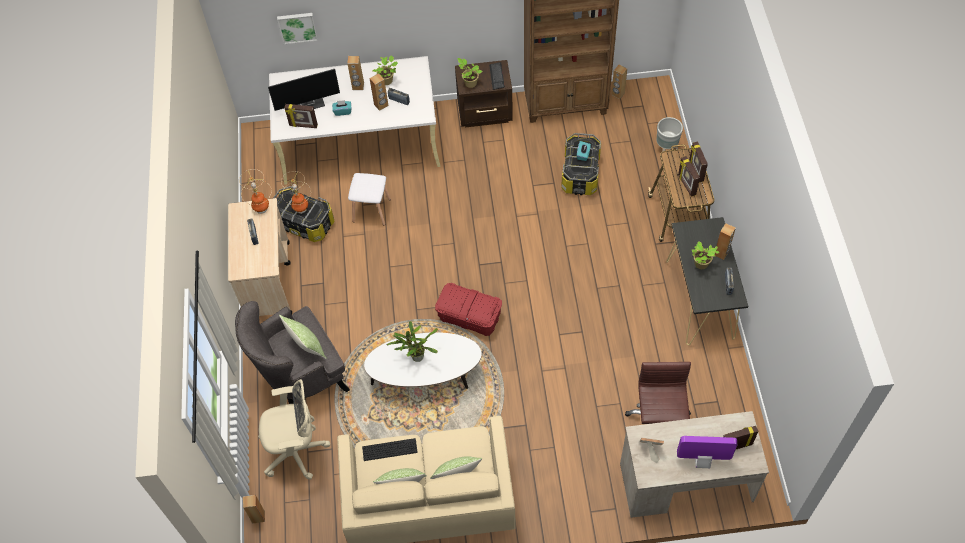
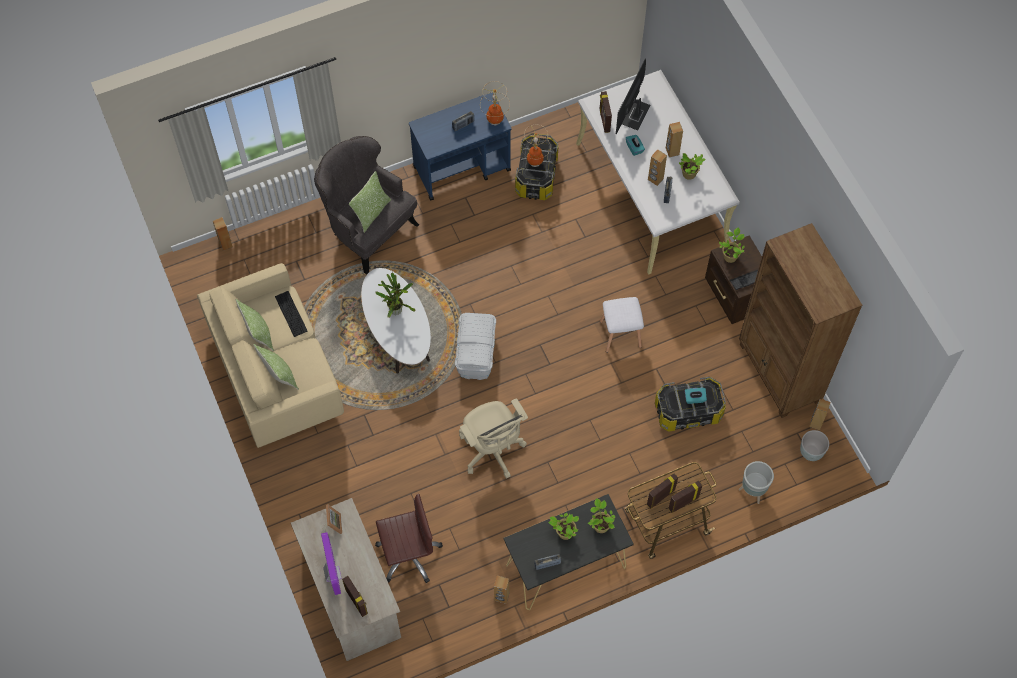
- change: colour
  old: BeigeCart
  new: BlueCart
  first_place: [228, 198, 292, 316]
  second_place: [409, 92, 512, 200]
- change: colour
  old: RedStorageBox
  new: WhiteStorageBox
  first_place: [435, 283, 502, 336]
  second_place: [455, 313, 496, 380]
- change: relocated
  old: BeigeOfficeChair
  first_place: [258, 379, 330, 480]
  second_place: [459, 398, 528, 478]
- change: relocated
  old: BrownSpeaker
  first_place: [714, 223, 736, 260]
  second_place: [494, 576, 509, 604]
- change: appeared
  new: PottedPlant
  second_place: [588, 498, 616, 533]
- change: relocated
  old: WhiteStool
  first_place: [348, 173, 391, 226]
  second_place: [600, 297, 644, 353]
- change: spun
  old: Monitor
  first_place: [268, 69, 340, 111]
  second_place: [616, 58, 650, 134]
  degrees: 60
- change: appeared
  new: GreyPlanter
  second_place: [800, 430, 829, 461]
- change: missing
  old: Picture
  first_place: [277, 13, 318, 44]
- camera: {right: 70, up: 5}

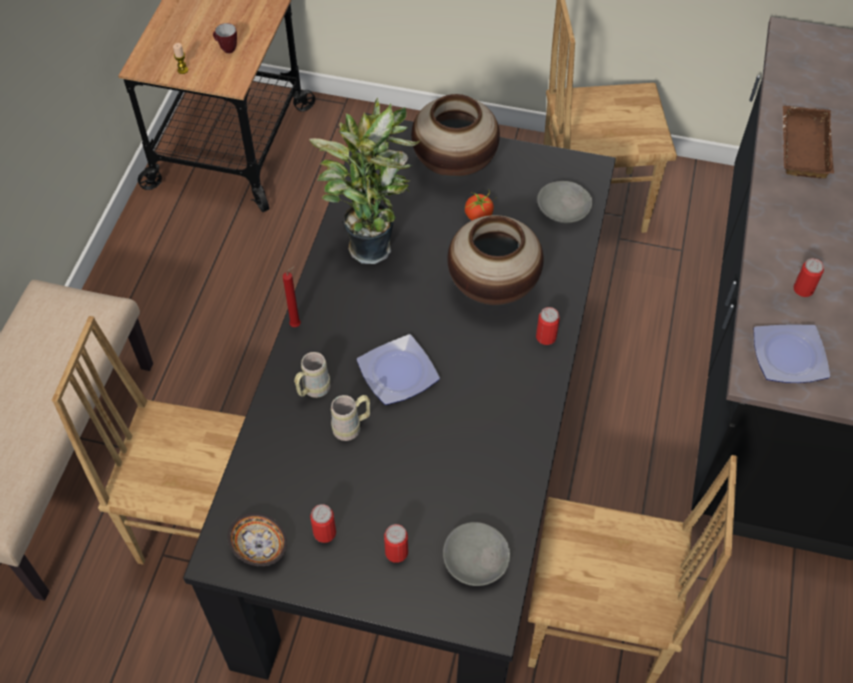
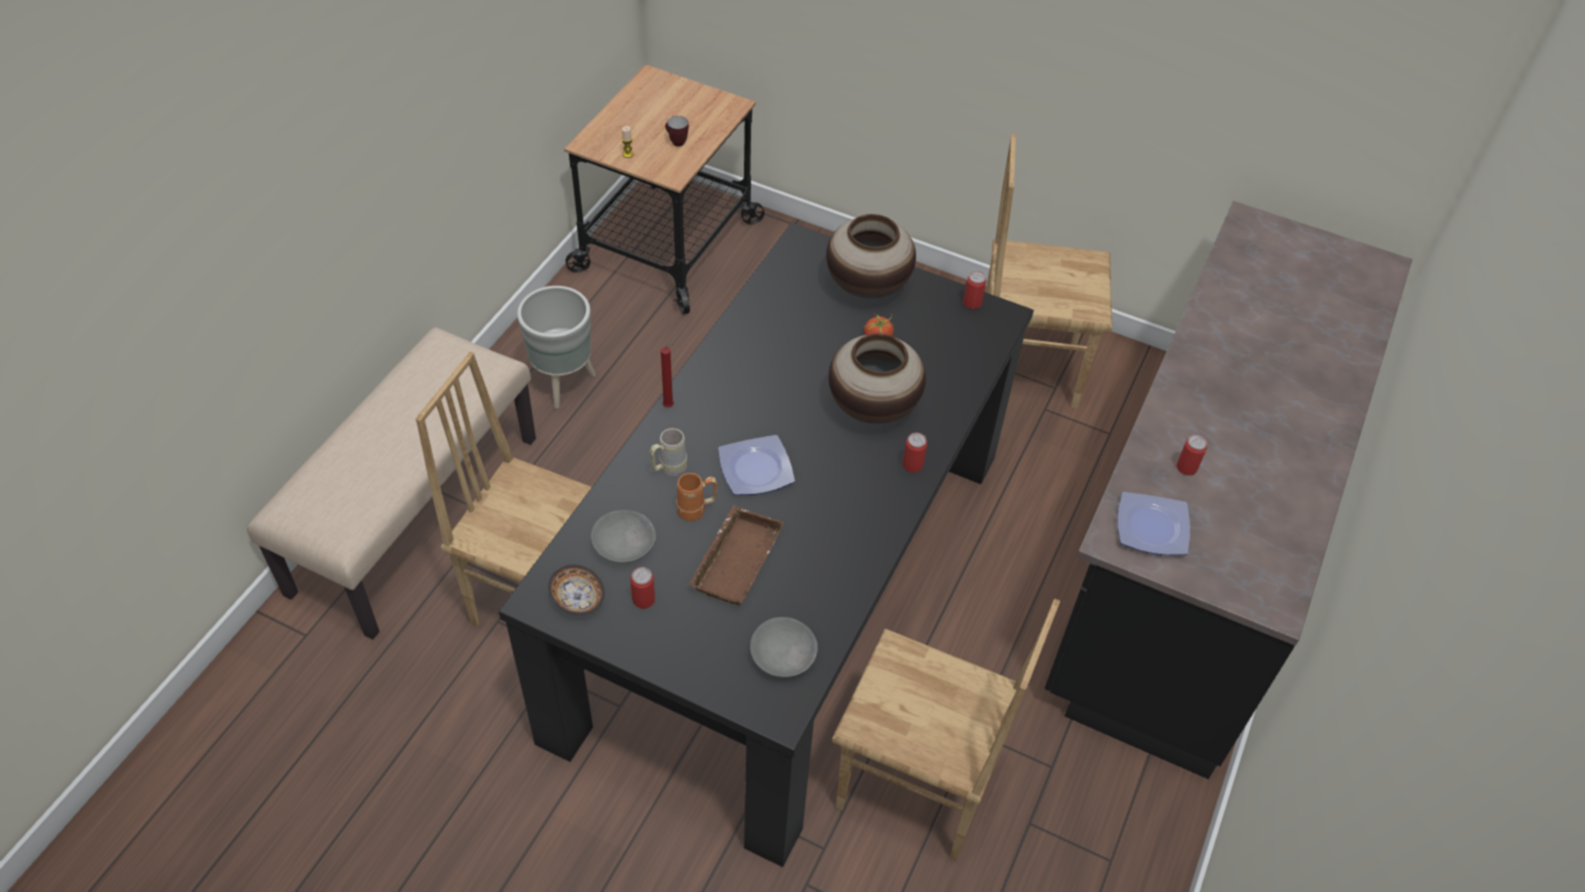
- change: appeared
  new: GreyPlanter
  second_place: [517, 286, 596, 409]
- change: relocated
  old: GreyBowl
  first_place: [537, 181, 592, 223]
  second_place: [591, 510, 656, 563]
- change: colour
  old: BeigeMug
  new: OrangeMug
  first_place: [331, 395, 370, 441]
  second_place: [676, 473, 717, 521]
- change: relocated
  old: BrownTray
  first_place: [783, 105, 834, 178]
  second_place: [689, 505, 784, 605]
- change: relocated
  old: Can
  first_place: [384, 524, 408, 563]
  second_place: [963, 271, 986, 309]
- change: missing
  old: PottedPlant
  first_place: [309, 98, 421, 264]
- camera: {right: 10, up: -5}

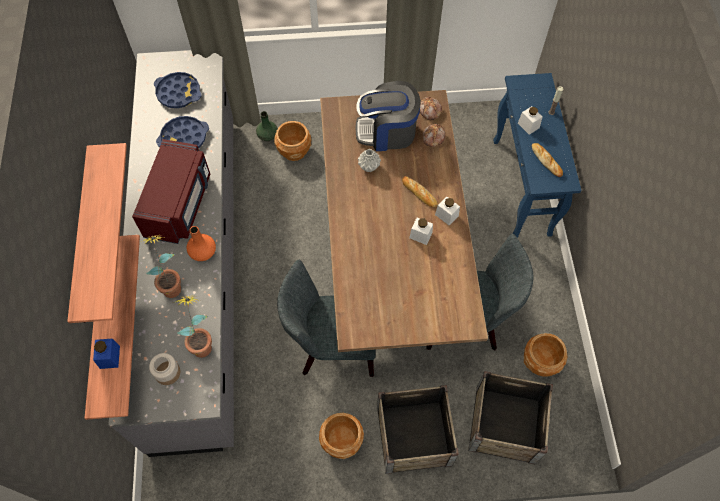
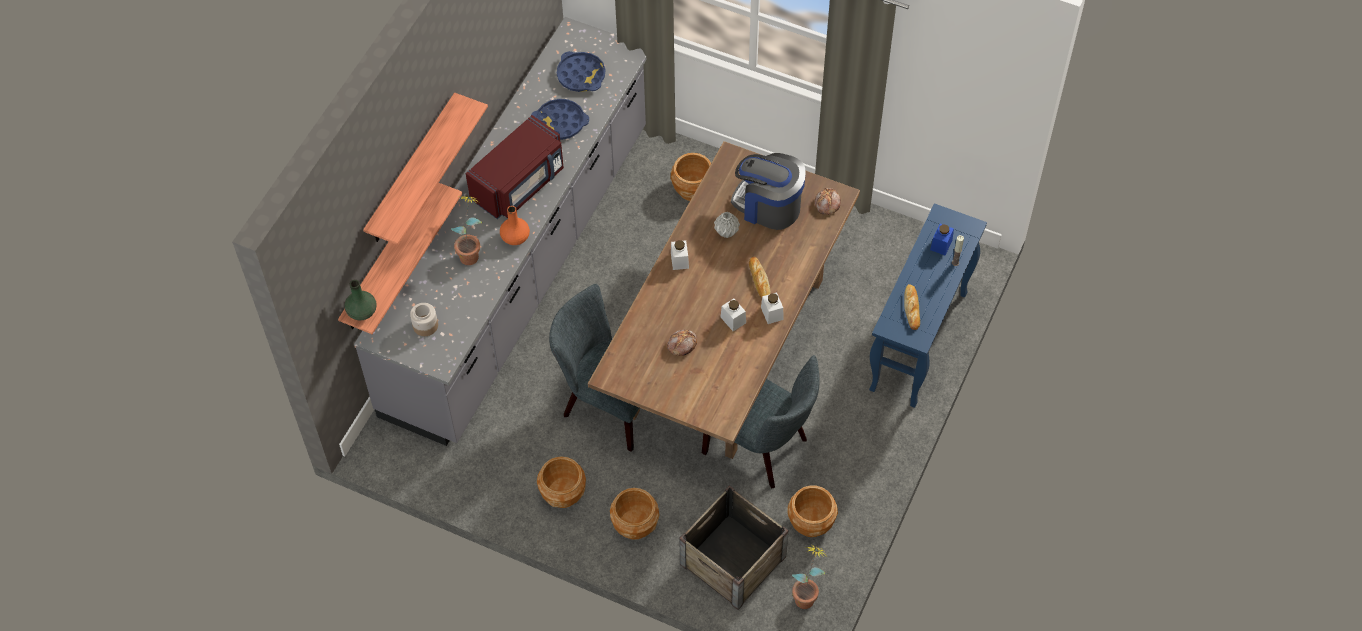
- change: relocated
  old: GreenVase
  first_place: [256, 111, 278, 141]
  second_place: [345, 280, 377, 320]
- change: exchanged
  old: Crate
  new: BrownPlanter
  first_place: [377, 385, 459, 474]
  second_place: [610, 488, 660, 540]
- change: relocated
  old: Bread
  first_place: [423, 123, 446, 147]
  second_place: [667, 329, 697, 356]
- change: relocated
  old: WhiteJar
  first_place: [518, 106, 542, 135]
  second_place: [671, 240, 689, 270]
- change: relocated
  old: PottedPlant
  first_place: [176, 296, 212, 358]
  second_place: [792, 545, 826, 609]
- change: relocated
  old: BlueJar
  first_place: [93, 339, 120, 369]
  second_place: [930, 224, 954, 255]
- camera: {right: 30, up: -5}

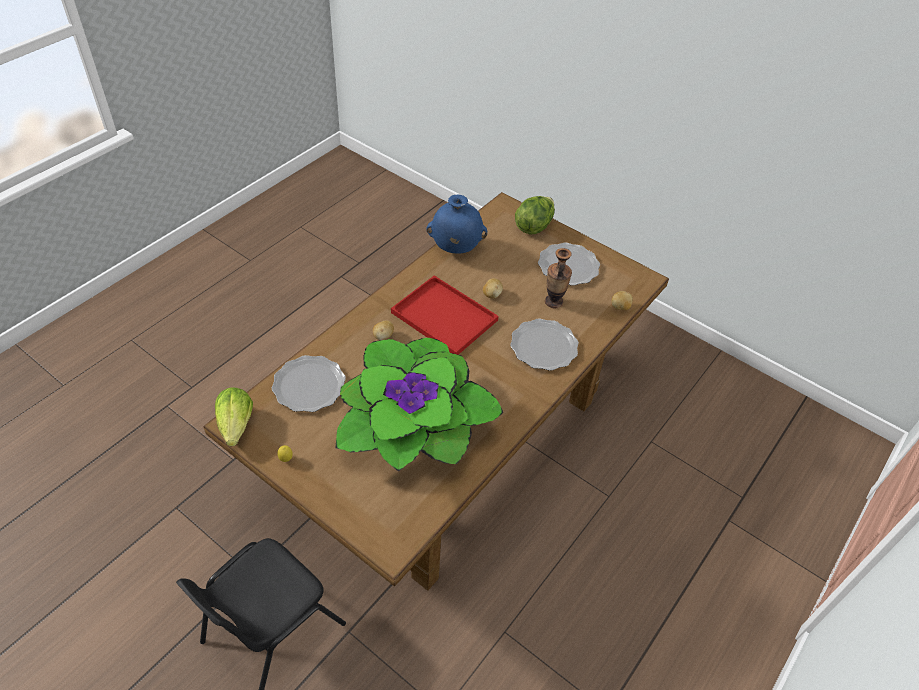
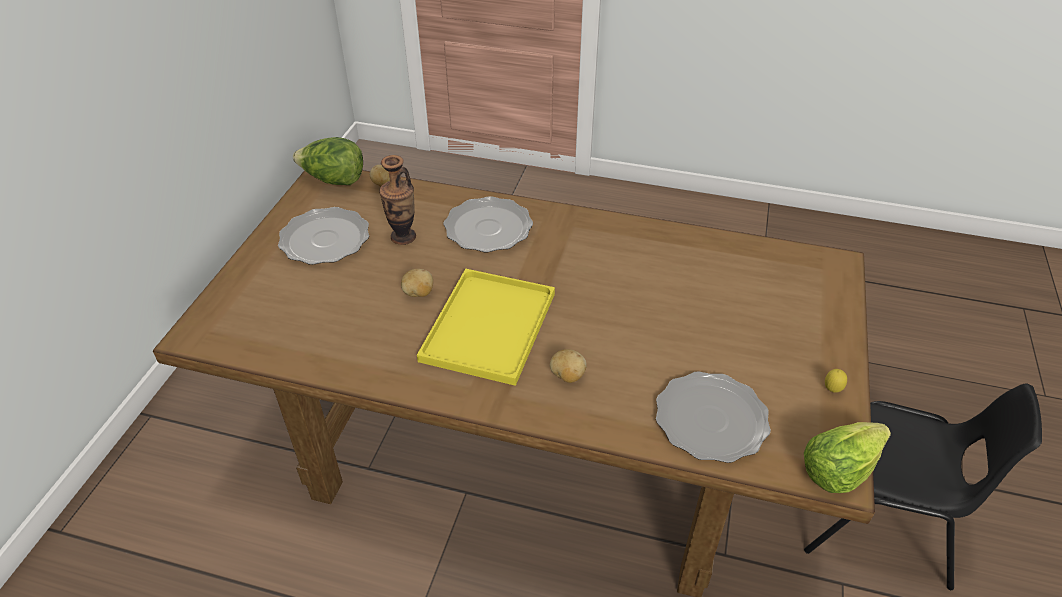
- change: relocated
  old: Lettuce
  first_place: [515, 196, 555, 235]
  second_place: [293, 137, 363, 185]
- change: colour
  old: RedTray
  new: YellowTray
  first_place: [391, 275, 499, 355]
  second_place: [417, 269, 555, 386]
- change: missing
  old: PottedPlant
  first_place: [336, 338, 504, 472]
- change: missing
  old: BlueVase
  first_place: [426, 195, 488, 254]
- camera: {right: -110, up: -5}

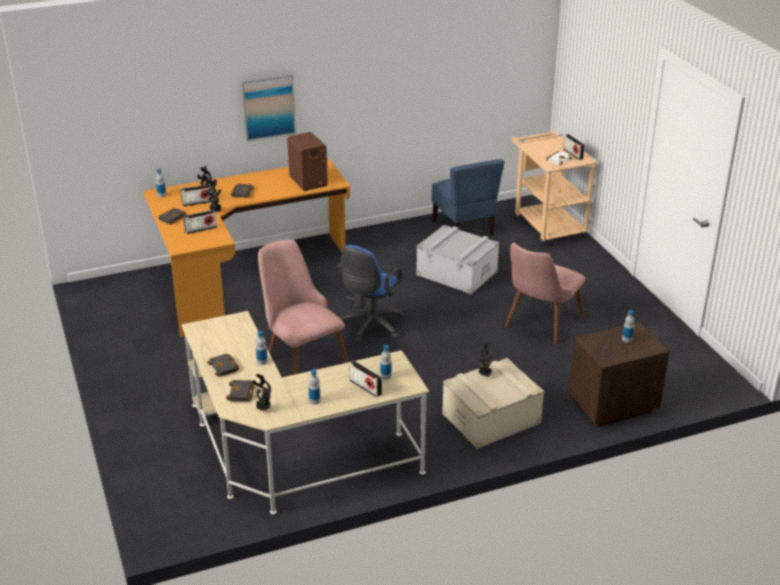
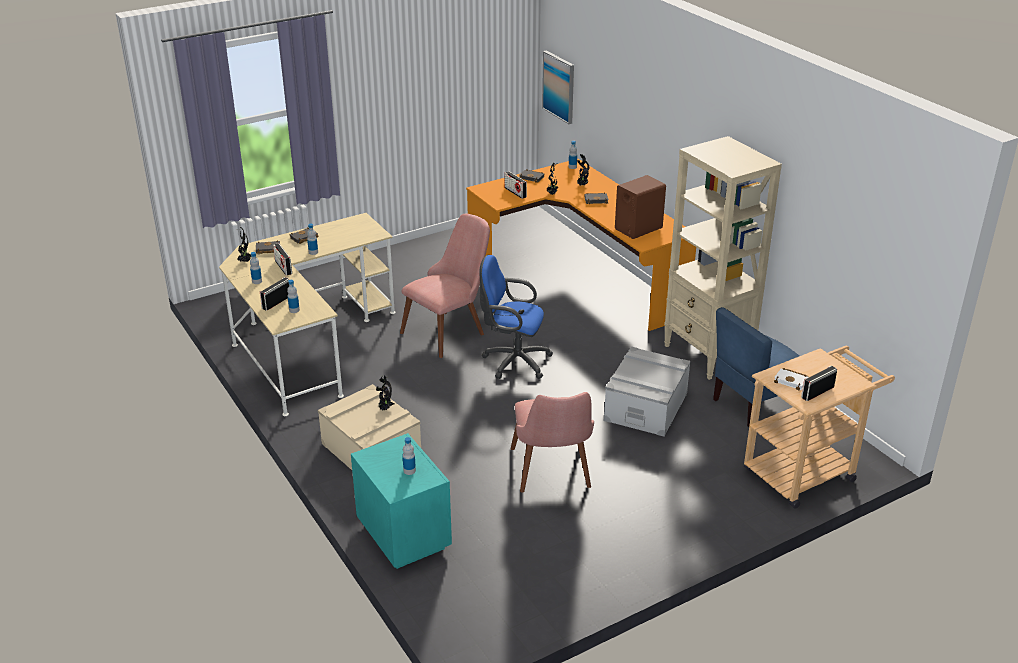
- change: relocated
  old: Radio
  first_place: [180, 184, 213, 206]
  second_place: [273, 243, 292, 275]
- change: colour
  old: BrownNightstand
  new: TurquoiseNightstand
  first_place: [569, 322, 670, 427]
  second_place: [351, 433, 452, 569]
- change: spun
  old: PinkChair
  first_place: [505, 243, 585, 344]
  second_place: [511, 392, 594, 493]
  degrees: -120
- change: relocated
  old: Picture
  first_place: [241, 74, 296, 141]
  second_place: [542, 50, 574, 124]
- change: appeared
  new: BeigeBookcase
  second_place: [664, 136, 782, 380]
- camera: {right: 80, up: 0}

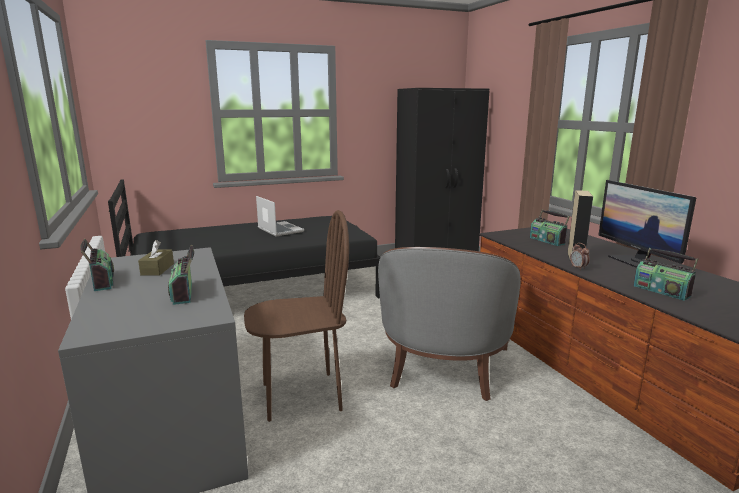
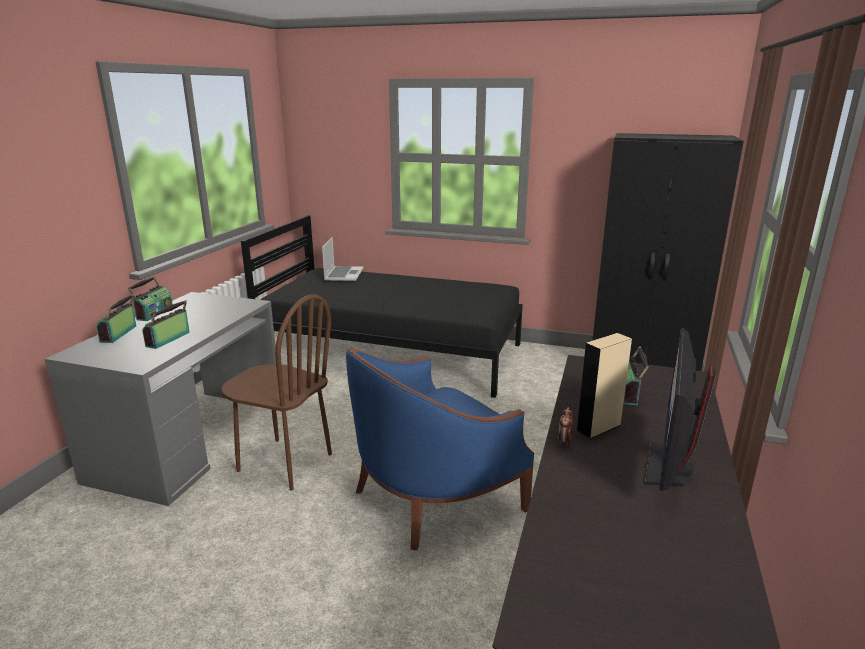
- change: relocated
  old: Radio
  first_place: [634, 248, 698, 301]
  second_place: [96, 294, 136, 343]
- change: relocated
  old: Laptop
  first_place: [256, 196, 304, 236]
  second_place: [322, 237, 364, 281]
- change: colour
  old: GreyArmchair
  new: BlueArmchair
  first_place: [378, 247, 521, 401]
  second_place: [346, 348, 534, 551]
- change: missing
  old: BrownTissueBox
  first_place: [138, 240, 174, 276]
- camera: {right: 40, up: 5}

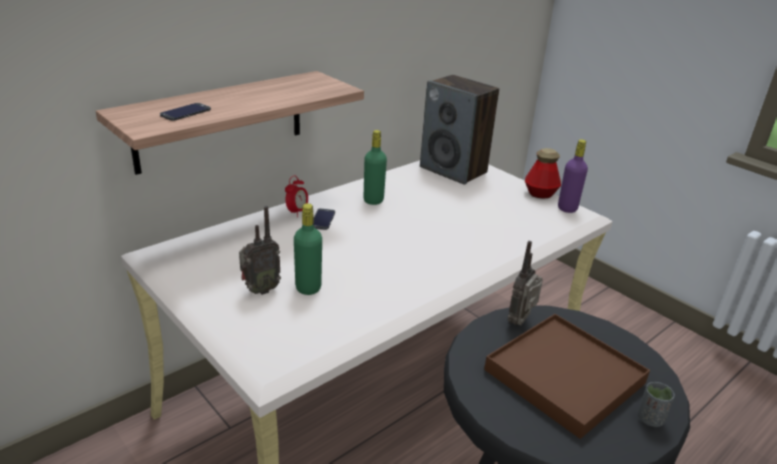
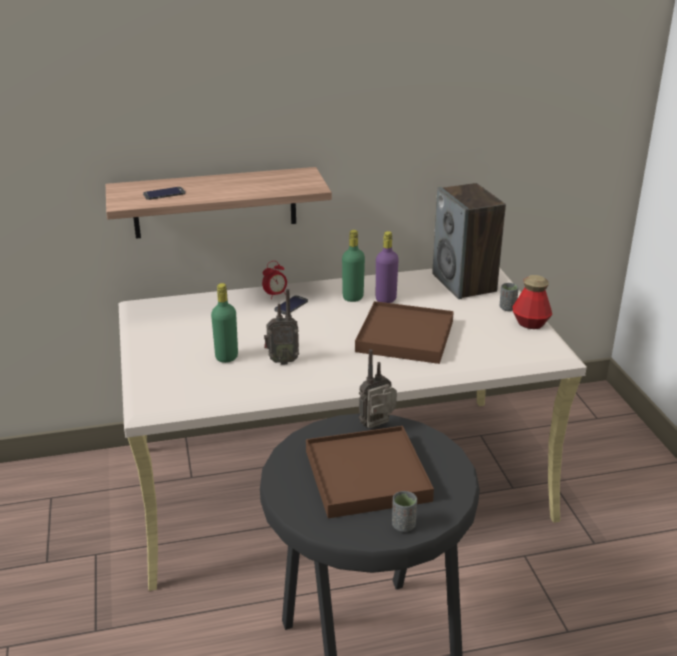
- change: relocated
  old: Radio
  first_place: [239, 206, 281, 295]
  second_place: [264, 289, 299, 365]
- change: appeared
  new: BrownTray
  second_place: [355, 301, 454, 364]
- change: relocated
  old: PurpleBottle
  first_place: [558, 139, 588, 213]
  second_place: [376, 231, 399, 303]
- change: appeared
  new: GreyCup
  second_place: [500, 283, 519, 311]
- camera: {right: 30, up: 0}

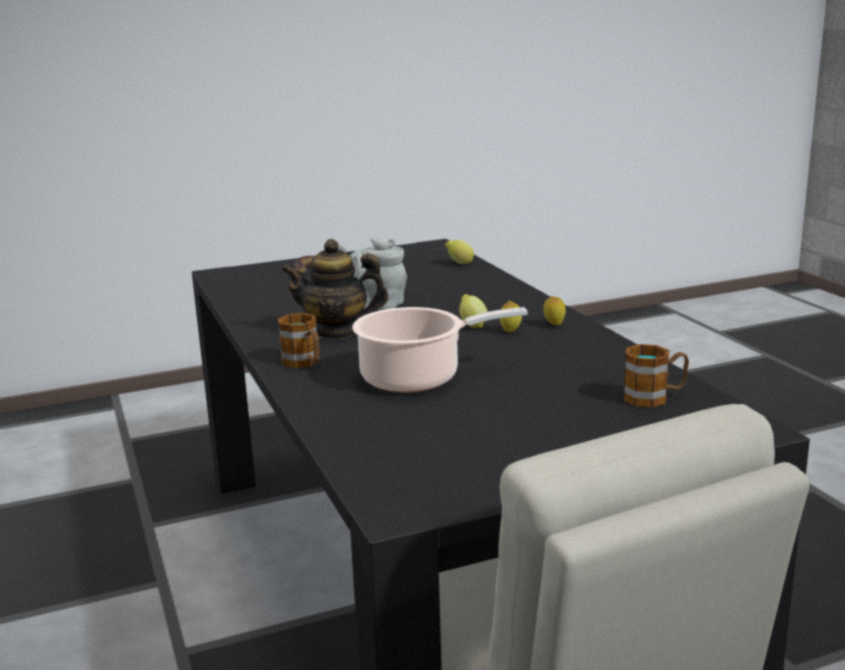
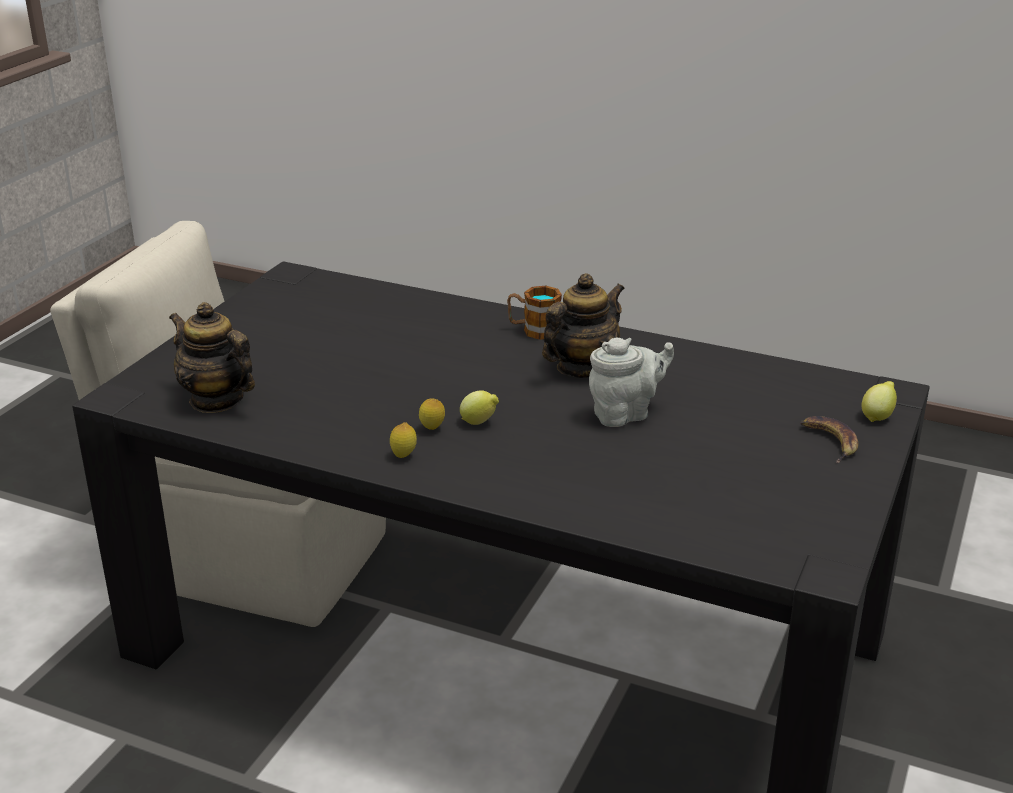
- change: exchanged
  old: Mug
  new: Teapot
  first_place: [623, 344, 689, 407]
  second_place: [169, 302, 255, 413]
- change: relocated
  old: Lemon
  first_place: [445, 240, 474, 264]
  second_place: [862, 381, 897, 422]
- change: missing
  old: CookingPot
  first_place: [352, 307, 528, 392]
- camera: {right: 135, up: 10}

